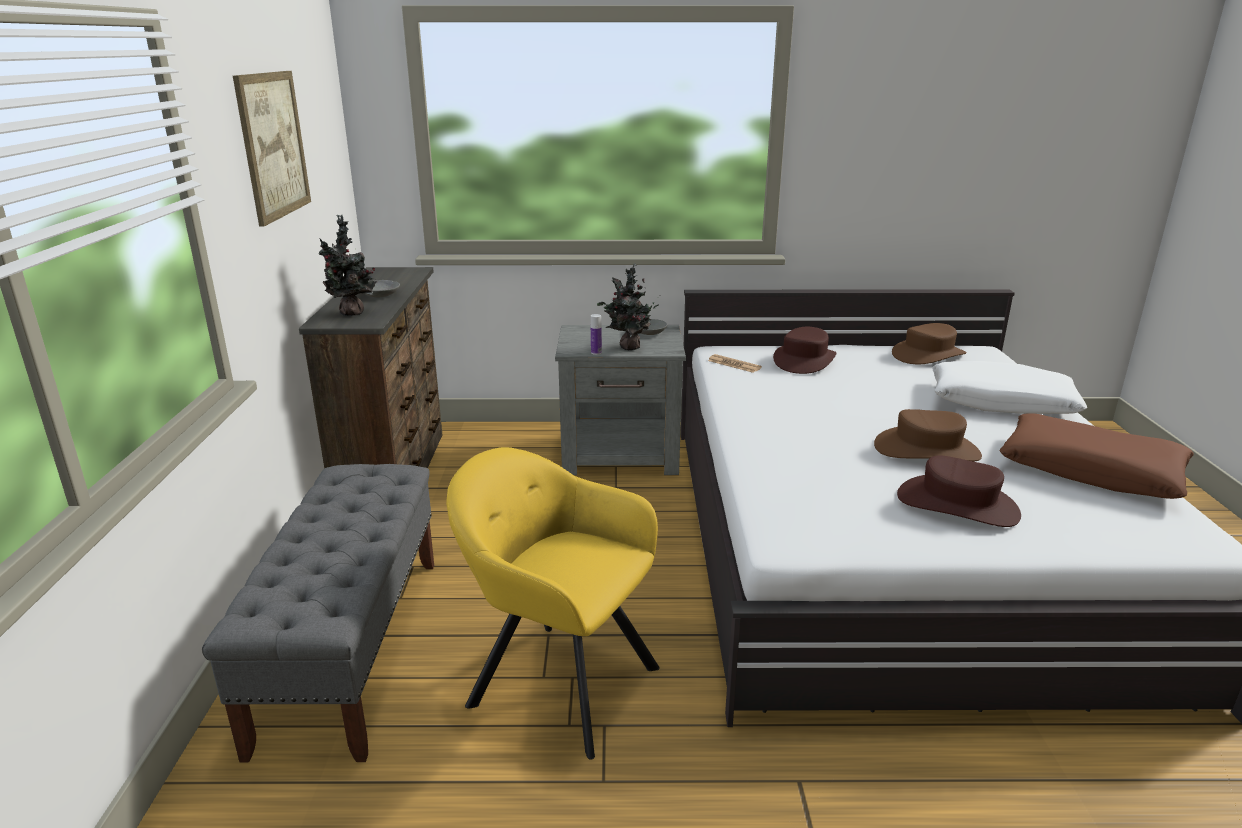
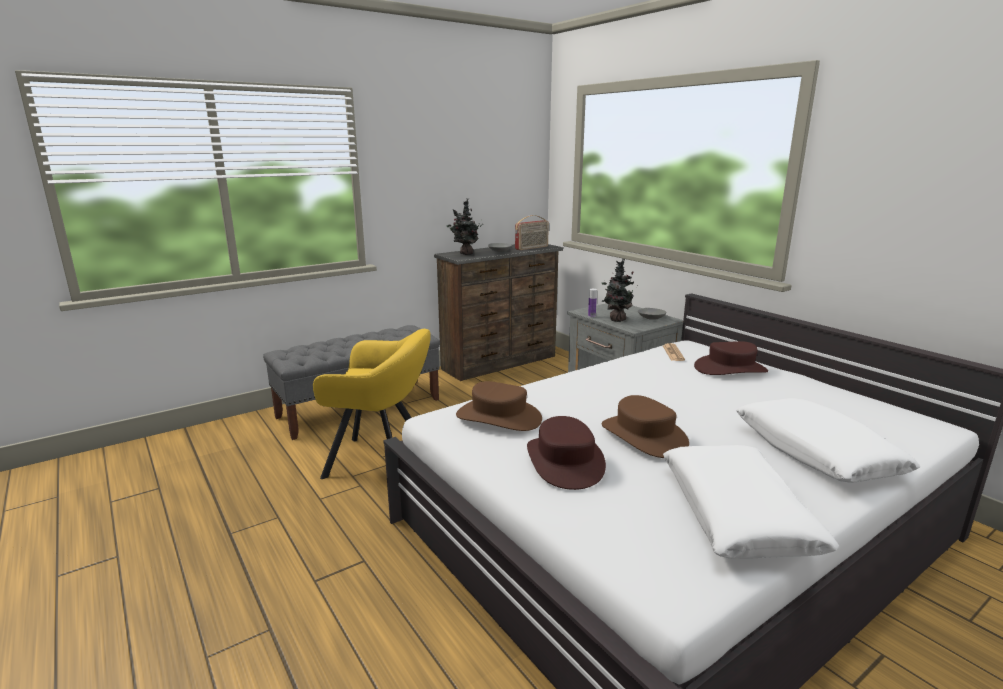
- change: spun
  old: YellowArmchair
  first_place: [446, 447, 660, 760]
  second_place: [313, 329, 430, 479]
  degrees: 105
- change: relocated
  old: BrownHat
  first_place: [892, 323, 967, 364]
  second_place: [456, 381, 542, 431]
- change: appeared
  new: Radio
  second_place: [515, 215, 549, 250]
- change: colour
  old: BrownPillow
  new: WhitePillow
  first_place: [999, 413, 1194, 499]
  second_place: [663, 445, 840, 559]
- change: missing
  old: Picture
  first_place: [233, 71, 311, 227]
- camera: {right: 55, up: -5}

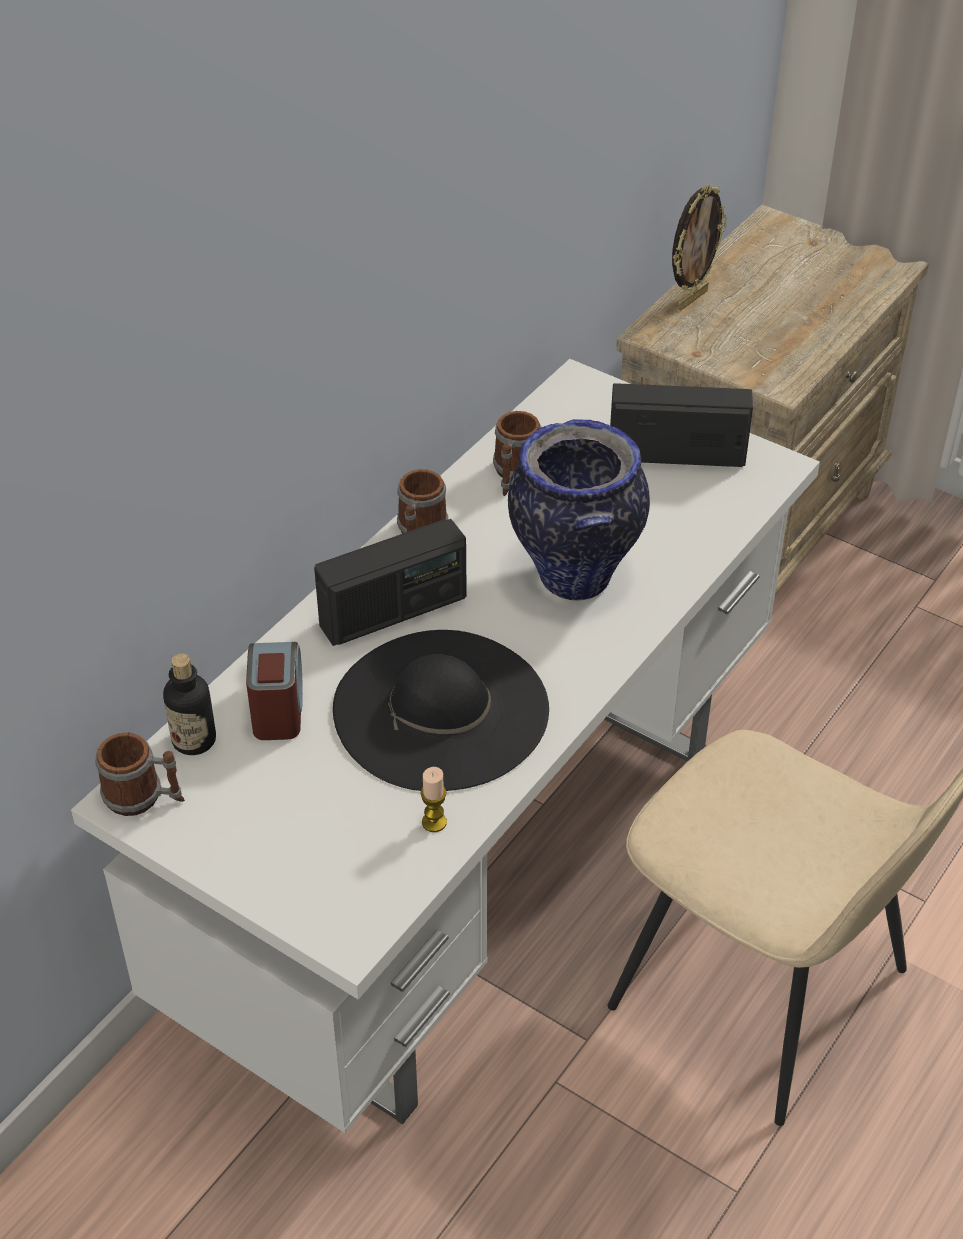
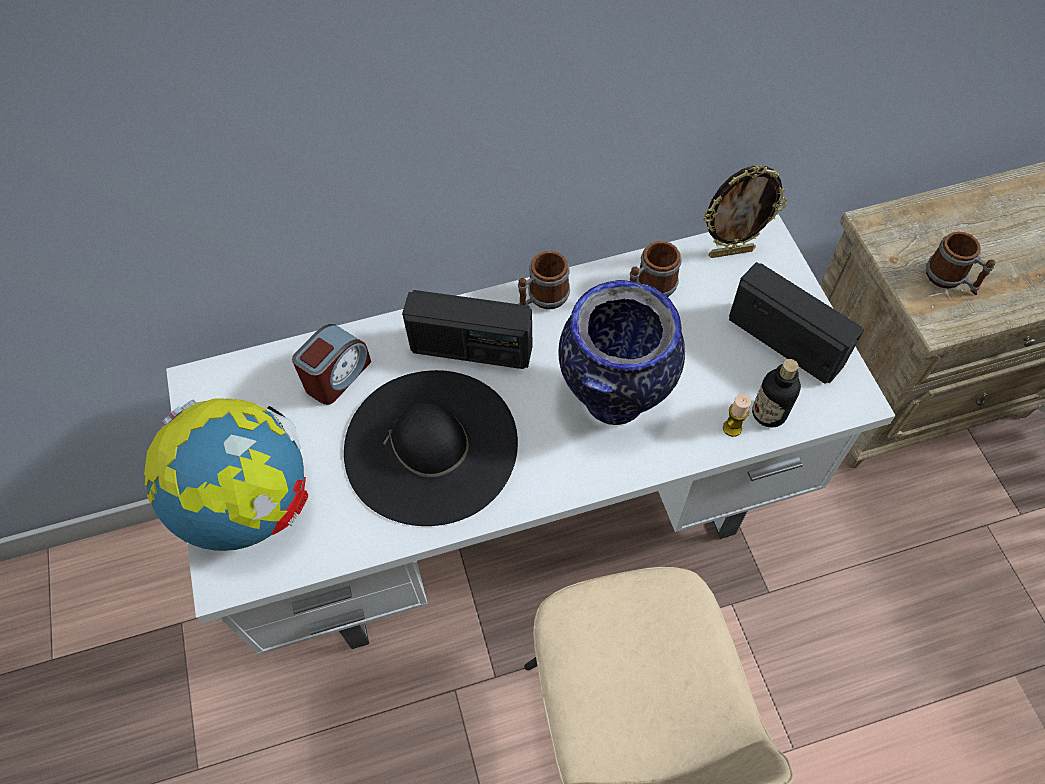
- change: appeared
  new: Globe
  second_place: [144, 399, 308, 551]
- change: relocated
  old: PictureFrame
  first_place: [672, 185, 727, 310]
  second_place: [703, 165, 787, 258]
- change: relocated
  old: Candle
  first_place: [421, 767, 447, 832]
  second_place: [723, 394, 751, 437]
- change: relocated
  old: Bottle
  first_place: [163, 654, 216, 755]
  second_place: [752, 359, 801, 428]
- change: relocated
  old: Mug
  first_place: [95, 733, 185, 816]
  second_place: [926, 231, 995, 295]
- camera: {right: 40, up: 15}

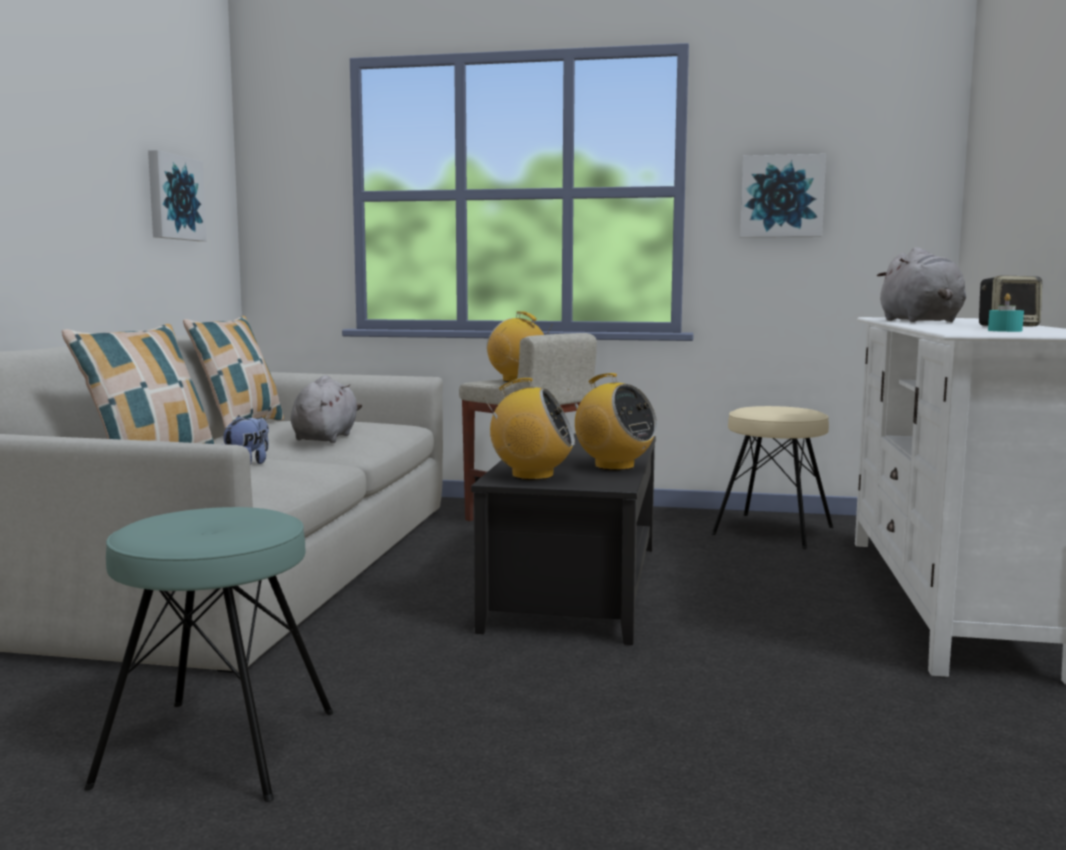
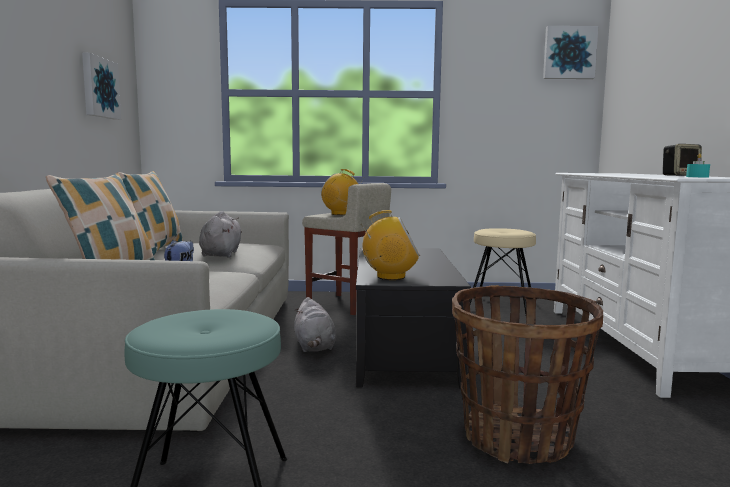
- change: relocated
  old: GreyPlushToy
  first_place: [877, 247, 966, 322]
  second_place: [294, 297, 336, 352]
- change: appeared
  new: Basket
  second_place: [452, 285, 603, 464]
- change: relocated
  old: Picture
  first_place: [740, 154, 826, 238]
  second_place: [543, 26, 598, 79]
- change: missing
  old: Radio
  first_place: [568, 373, 657, 471]
- camera: {right: -10, up: 0}

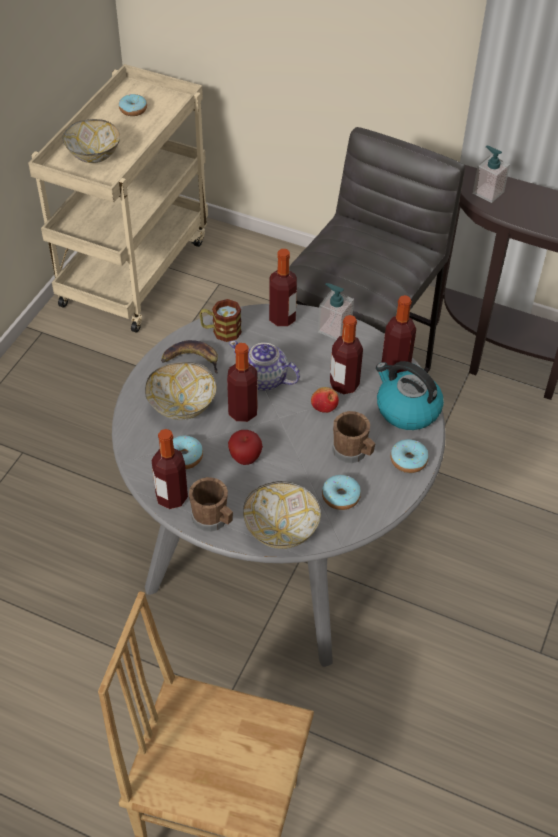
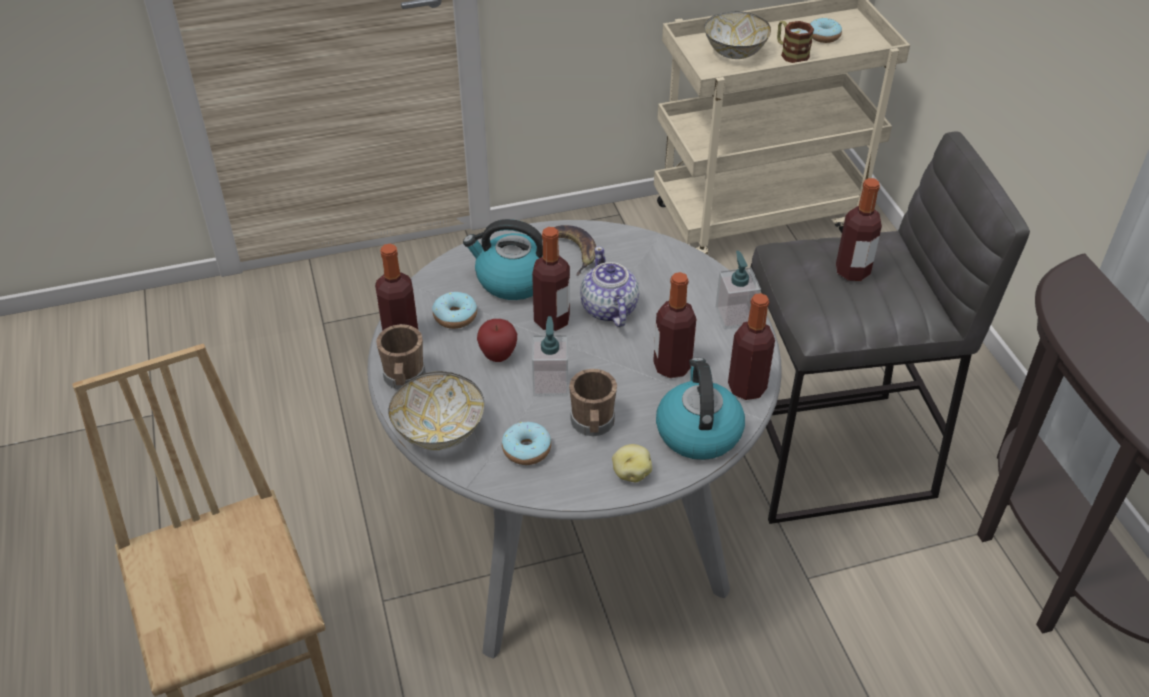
- change: exchanged
  old: Bowl
  new: Kettle
  first_place: [145, 362, 217, 420]
  second_place: [463, 219, 543, 300]
- change: relocated
  old: SoapDispenser
  first_place: [473, 146, 510, 203]
  second_place: [532, 316, 568, 396]
- change: exchanged
  old: Donut
  new: Potato
  first_place: [390, 439, 429, 473]
  second_place: [612, 444, 652, 483]
- change: relocated
  old: Mug
  first_place: [199, 299, 242, 342]
  second_place: [777, 21, 814, 63]
- change: relocated
  old: Bottle
  first_place: [269, 249, 297, 327]
  second_place: [836, 178, 882, 281]
- change: missing
  old: Apple
  first_place: [311, 387, 339, 413]
- camera: {right: 50, up: -5}

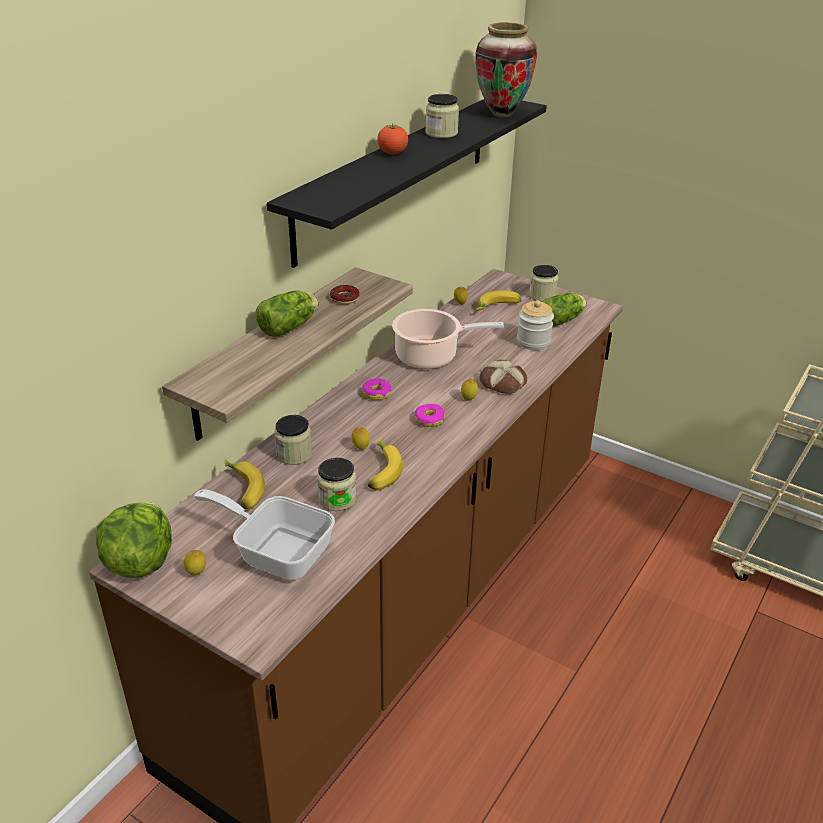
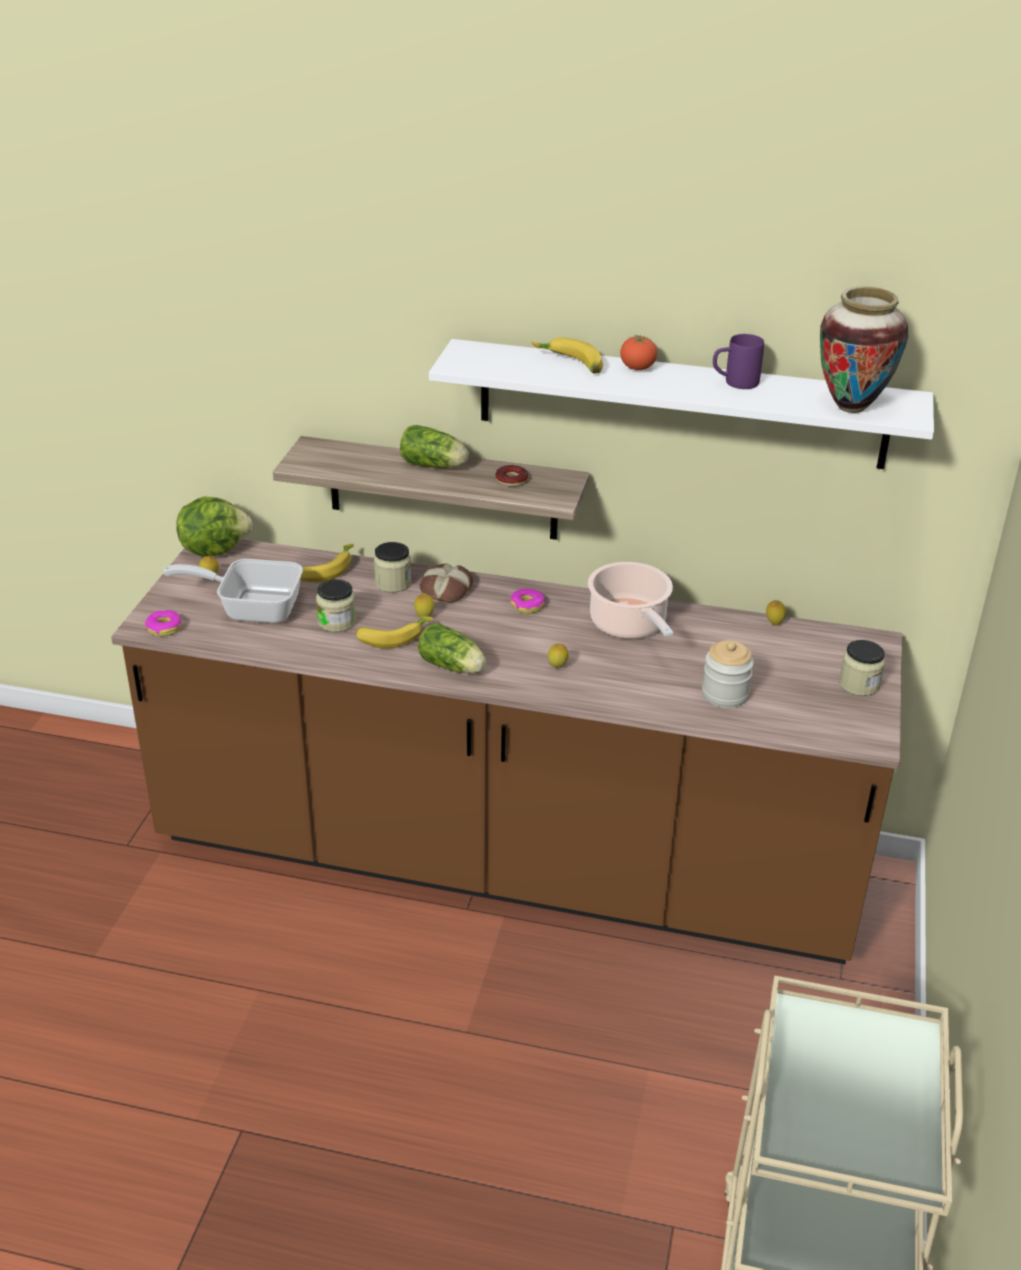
- change: relocated
  old: Donut
  first_place: [414, 404, 445, 427]
  second_place: [145, 610, 182, 636]
- change: spun
  old: FryingPan
  first_place: [194, 489, 335, 580]
  second_place: [163, 559, 303, 623]
  degrees: -90
- change: relocated
  old: Lettuce
  first_place: [542, 293, 587, 326]
  second_place: [418, 623, 486, 673]
- change: relocated
  old: Bread
  first_place: [479, 360, 527, 394]
  second_place: [420, 563, 473, 603]
- change: colour
  old: BlackShelf
  new: WhiteShelf
  first_place: [267, 99, 547, 268]
  second_place: [429, 339, 934, 469]
- change: relocated
  old: Banana
  first_place: [476, 290, 522, 311]
  second_place: [532, 337, 603, 374]
- change: exchanged
  old: Jar
  new: PurpleMug
  first_place: [425, 94, 459, 138]
  second_place: [713, 334, 764, 389]
- camera: {right: 70, up: 0}

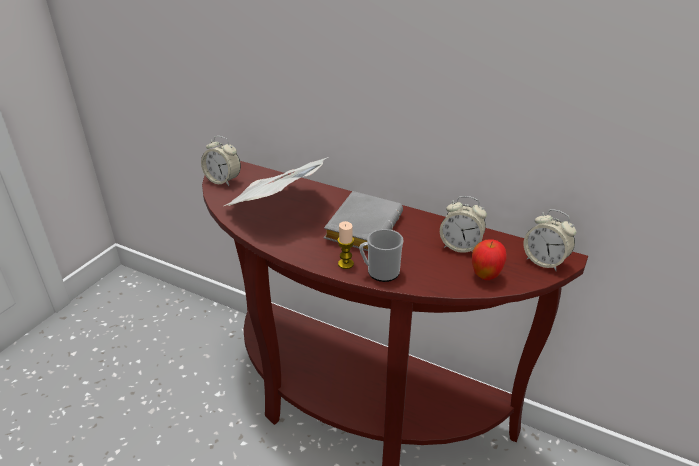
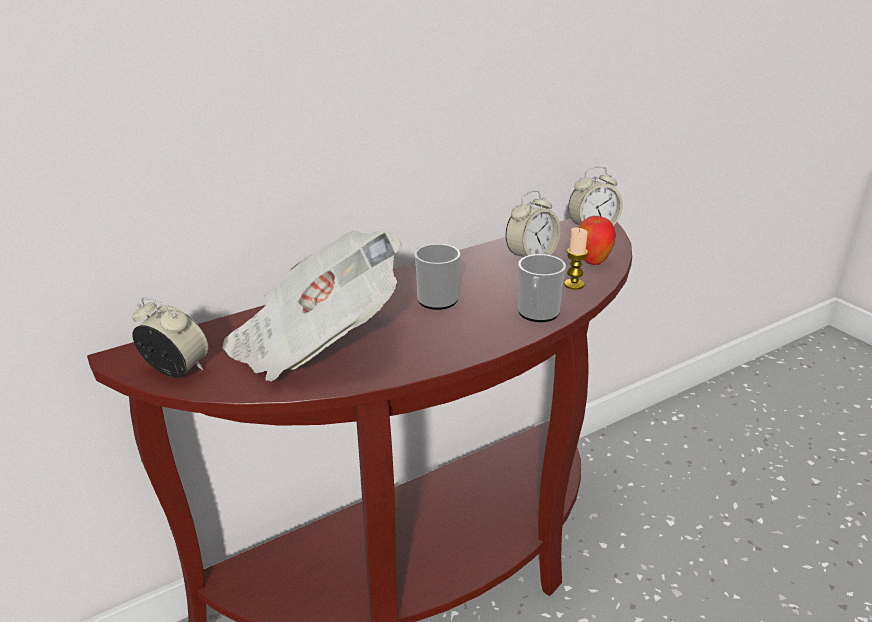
- change: spun
  old: AlarmClock
  first_place: [201, 136, 241, 186]
  second_place: [132, 298, 208, 378]
  degrees: -120
- change: exchanged
  old: GreyBook
  new: Mug
  first_place: [324, 191, 403, 251]
  second_place: [415, 244, 460, 310]
- change: relocated
  old: Candle
  first_place: [337, 221, 354, 269]
  second_place: [564, 228, 588, 290]
- camera: {right: -60, up: -5}

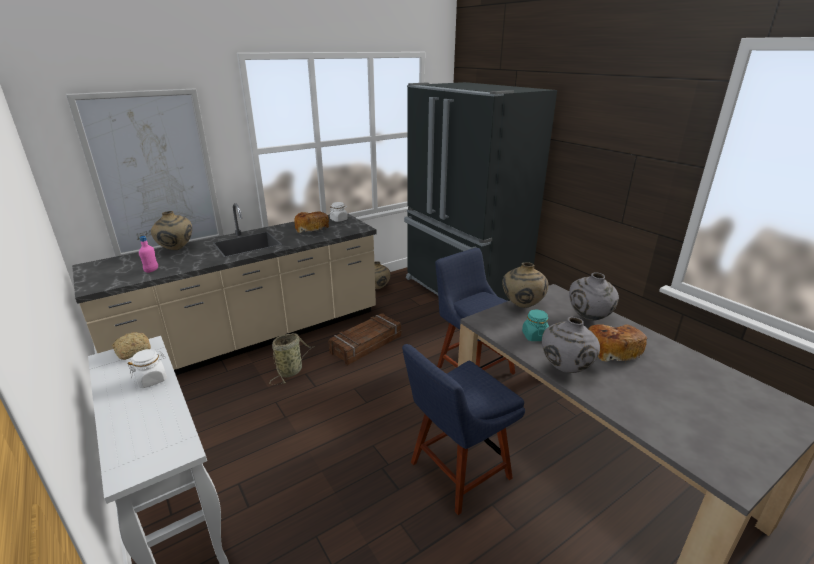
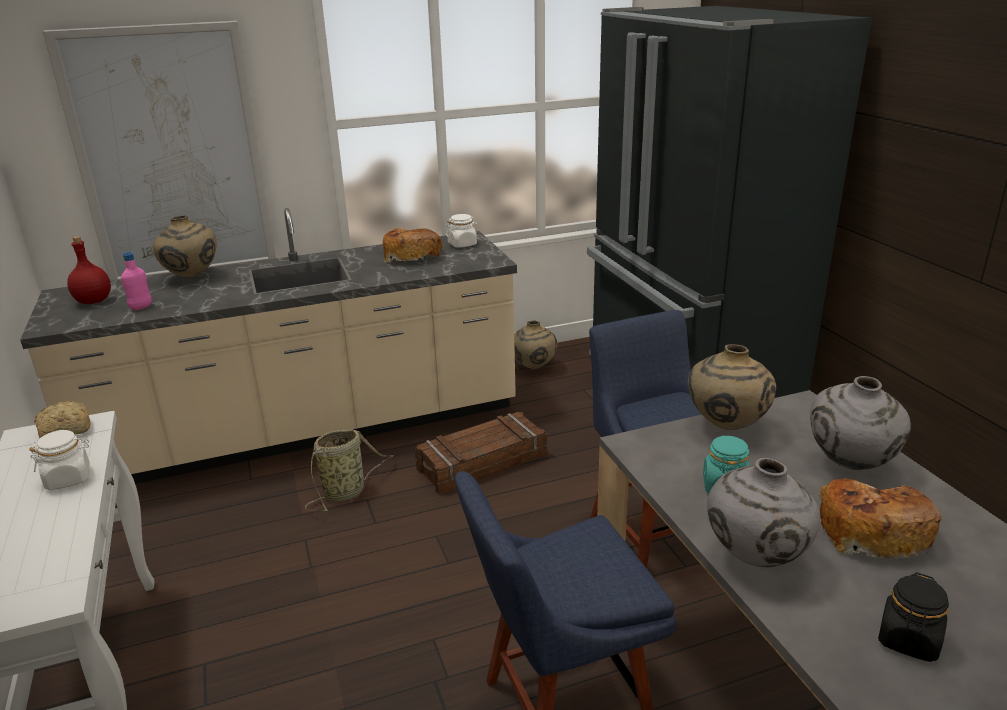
- change: appeared
  new: RedBottle
  second_place: [67, 236, 111, 304]
- change: appeared
  new: BlackJar
  second_place: [878, 573, 949, 662]
- camera: {right: 15, up: 0}

